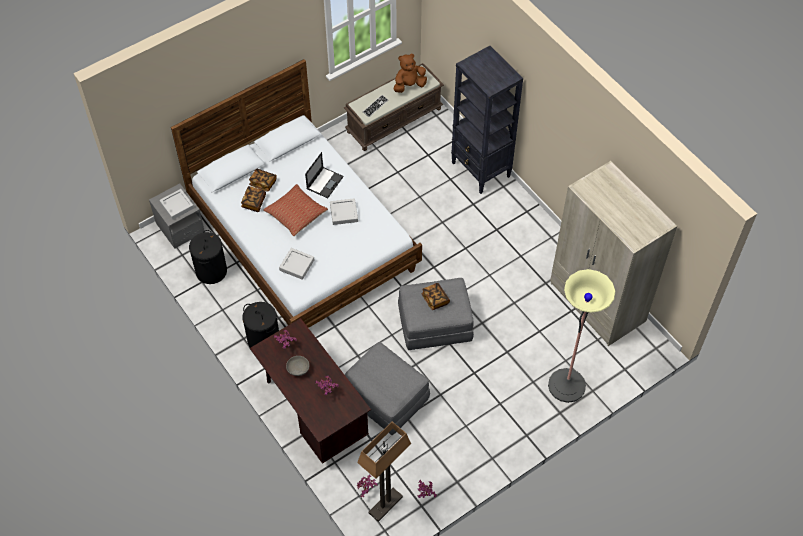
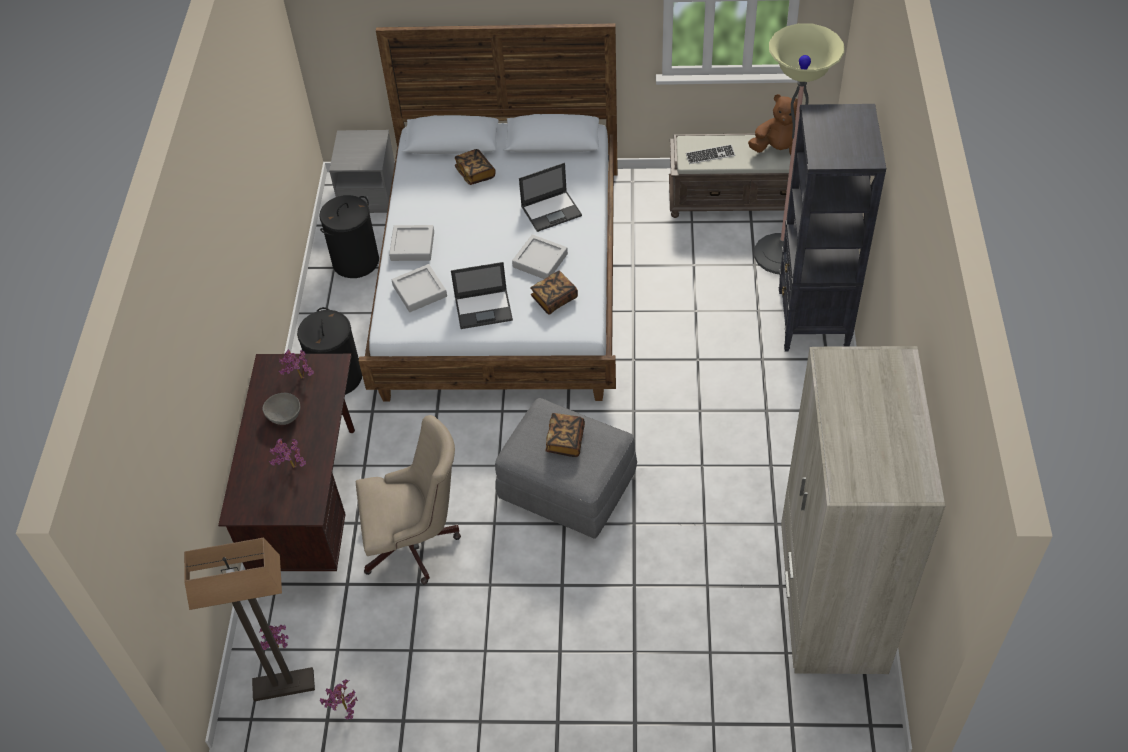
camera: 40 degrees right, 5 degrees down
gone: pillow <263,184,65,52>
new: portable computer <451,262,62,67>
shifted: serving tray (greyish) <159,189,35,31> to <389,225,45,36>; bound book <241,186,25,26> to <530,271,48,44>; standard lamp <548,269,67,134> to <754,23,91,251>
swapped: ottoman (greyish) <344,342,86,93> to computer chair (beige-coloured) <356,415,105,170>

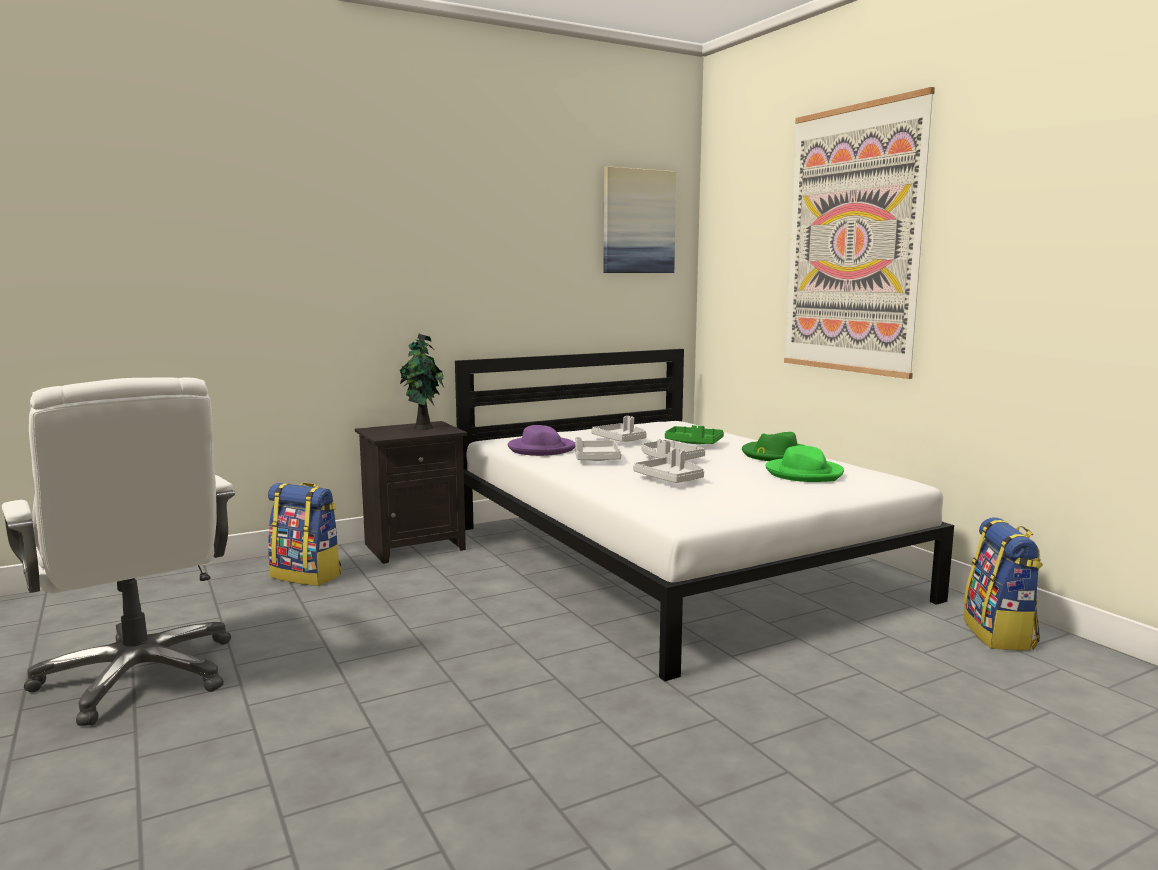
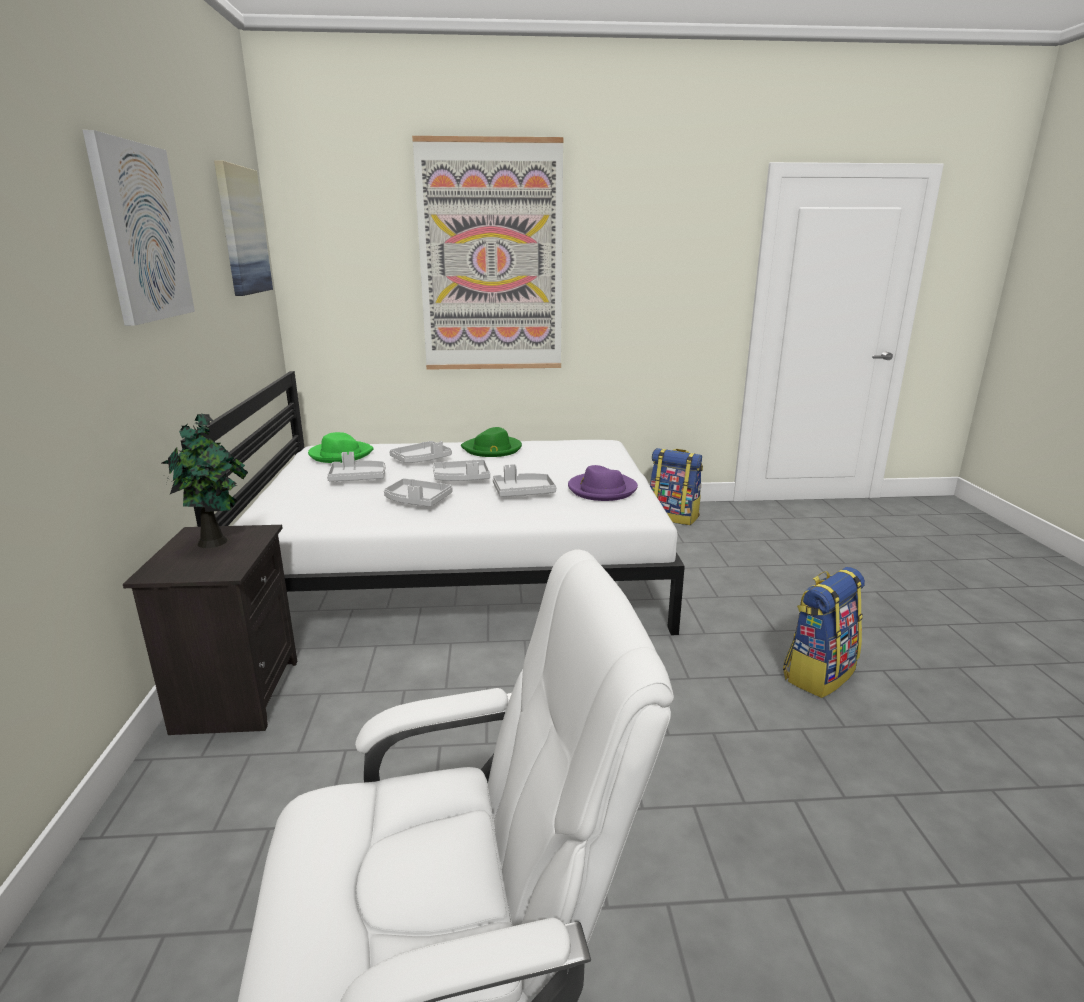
camera: 65 degrees left, 10 degrees up
new: wall picture <83,130,112,196>
shifted: knapsack <268,483,73,103> to <783,567,82,131>; hat (purple) <508,425,67,31> to <568,465,70,36>; hat (green-coloured) <766,445,78,37> to <308,432,66,31>
repainted: serving tray (green-coloured) <665,425,59,19> to serving tray (greyish) <389,441,63,22>

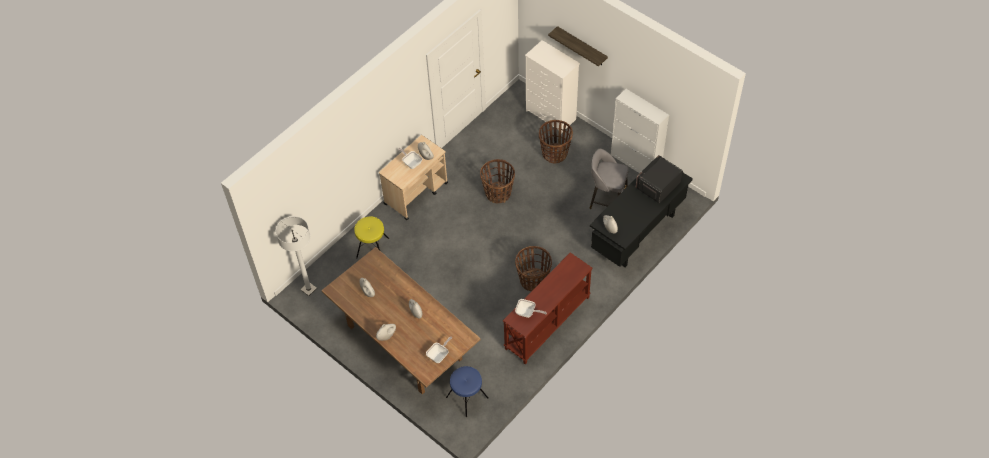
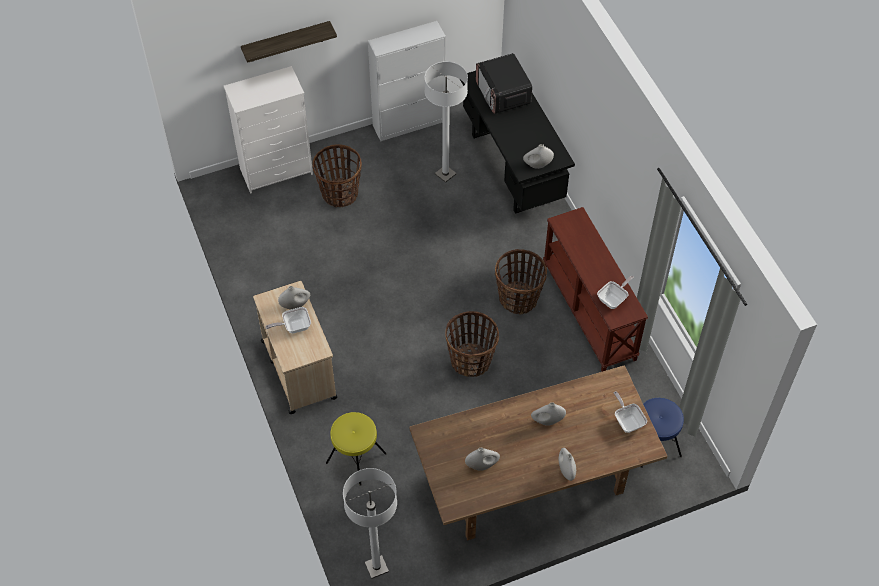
camera: 65 degrees left, 0 degrees up
shifted: household basket <480,159,35,45> to <445,311,54,66>
swapped: stool (greyish) <589,149,40,60> to standard lamp (whitish) <425,61,43,122>

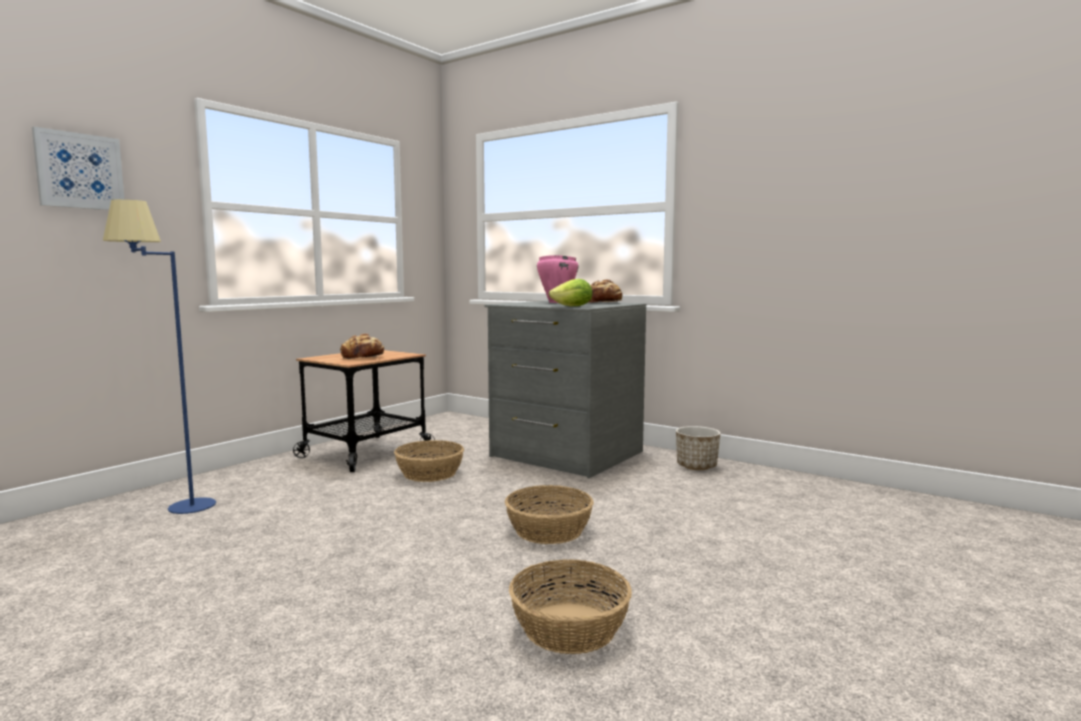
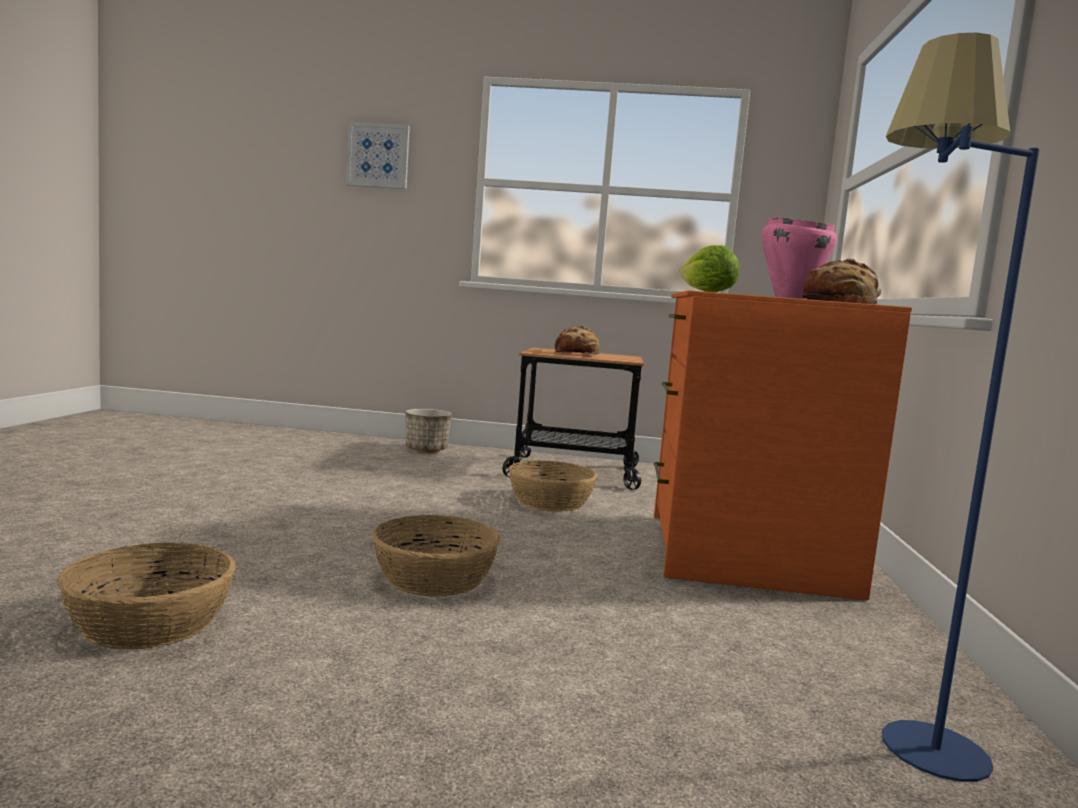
camera: 60 degrees right, 0 degrees up
shifted: standard lamp (blue-coloured) <103,199,113,315> to <882,33,158,749>; planter <676,426,44,44> to <405,409,46,44>
repainted: drawer chest (greyish) <485,300,162,178> to drawer chest (orangey) <654,290,258,311>

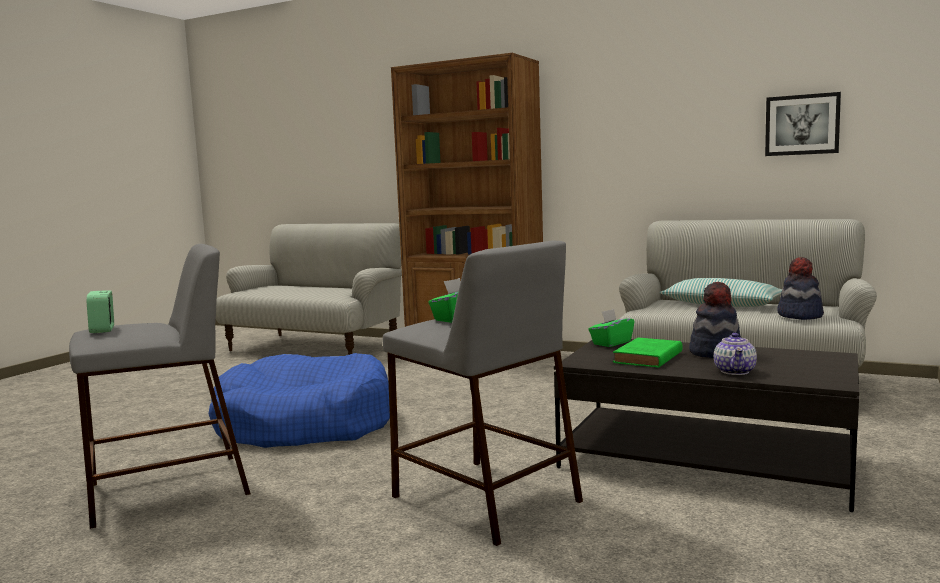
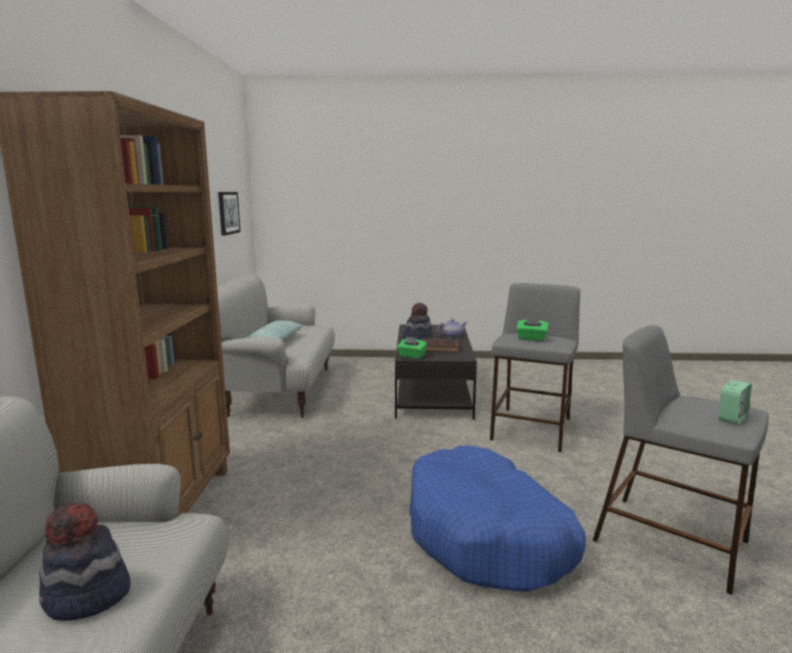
camera: 115 degrees left, 5 degrees up
shifted: hat <777,257,47,63> to <39,502,91,119>
repainted: bound book (green-coloured) <613,338,70,30> to bound book (brown-coloured) <422,338,38,14>

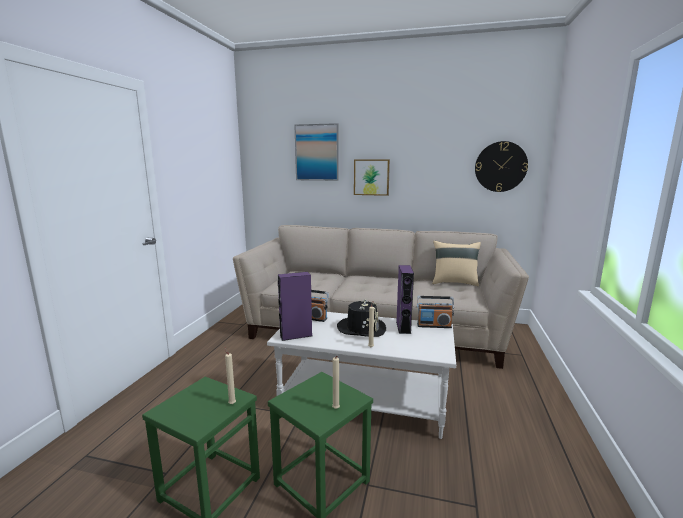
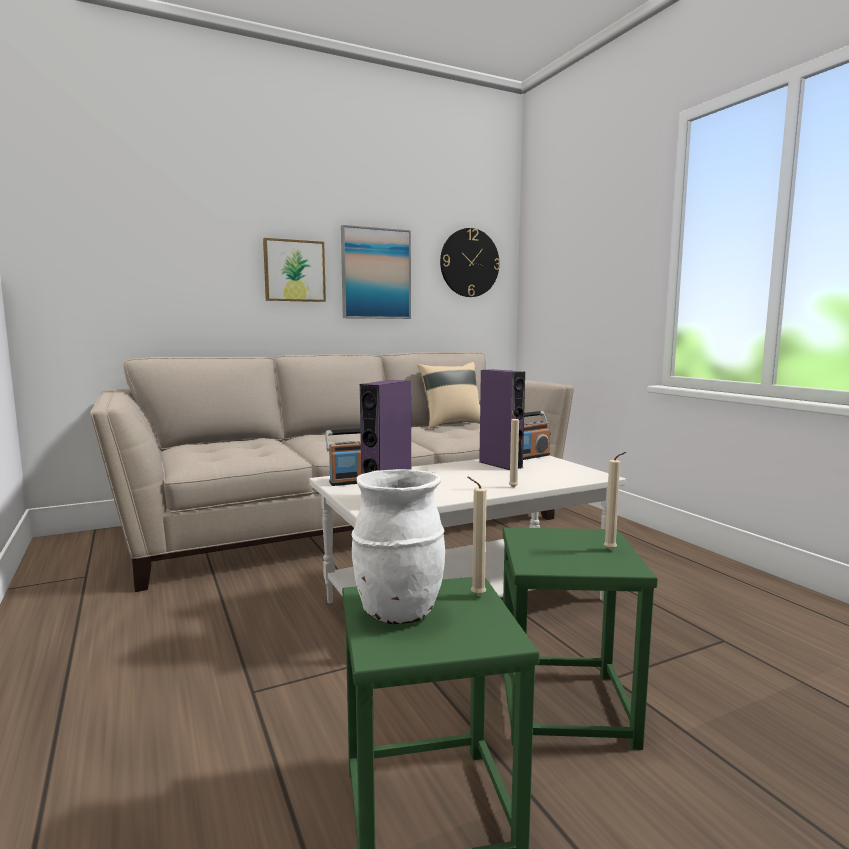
camera: 40 degrees left, 5 degrees down
gone: hat (black-coloured) <337,300,49,37>
new: vase (whitish) <352,469,93,155>
shifted: wall picture <294,123,45,58> to <341,225,70,94>

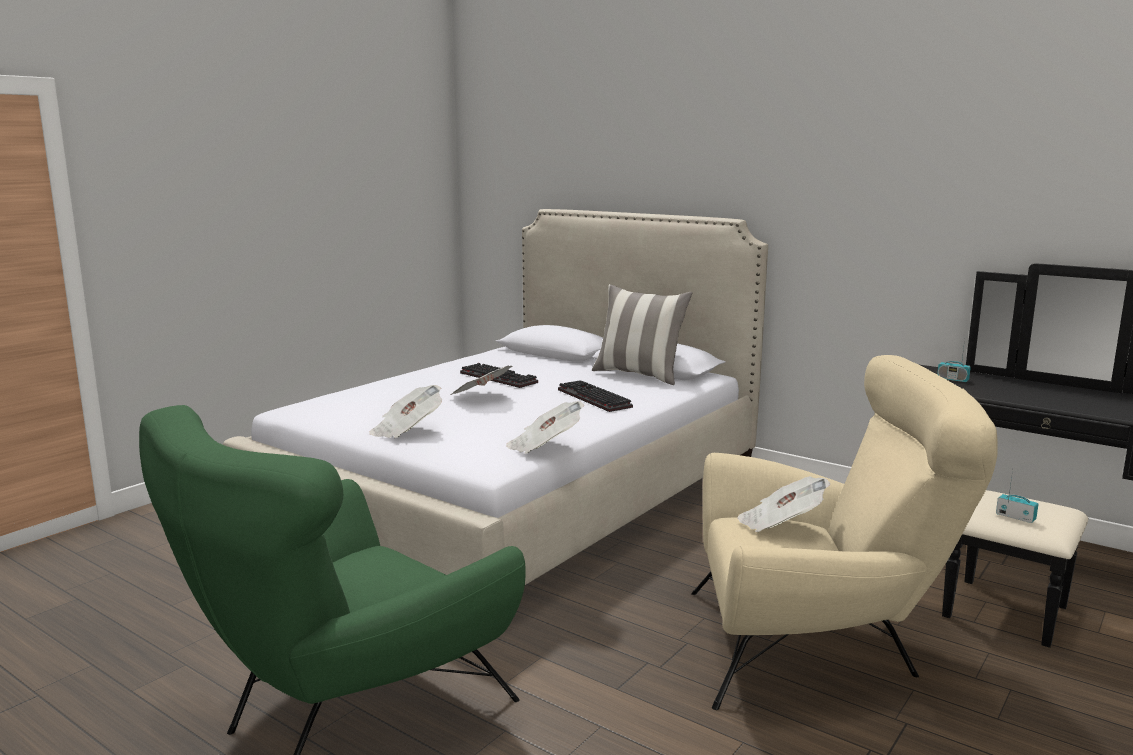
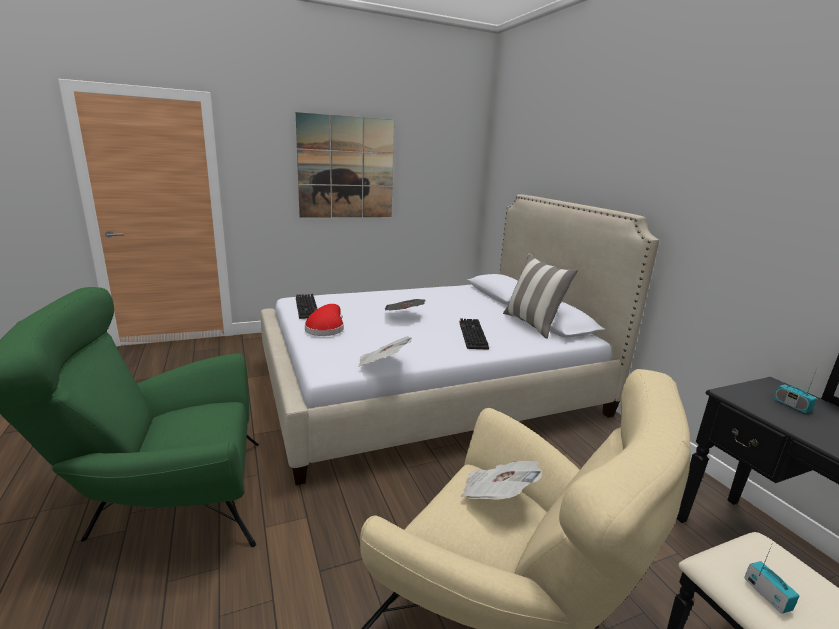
camera: 30 degrees right, 5 degrees up
new: wall picture <296,112,98,106>
shifted: keyboard <460,363,78,25> to <296,294,21,25>
swapped: printed paper <369,385,73,53> to hat (red-coloured) <305,304,39,32>

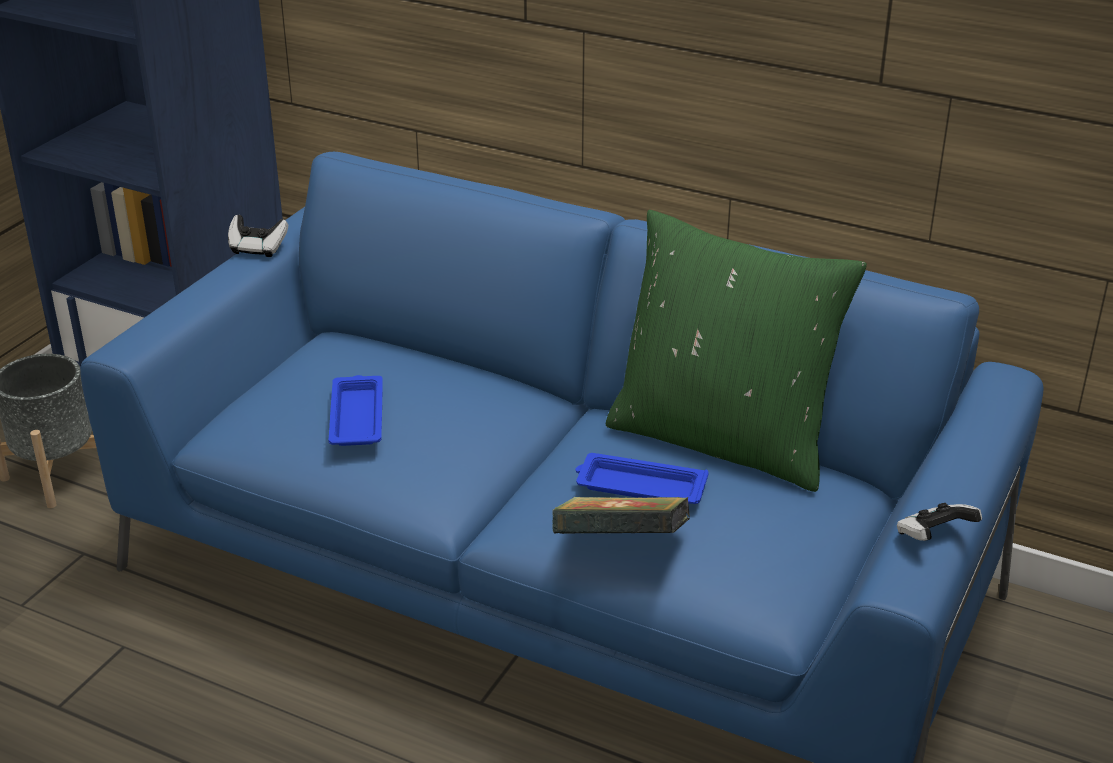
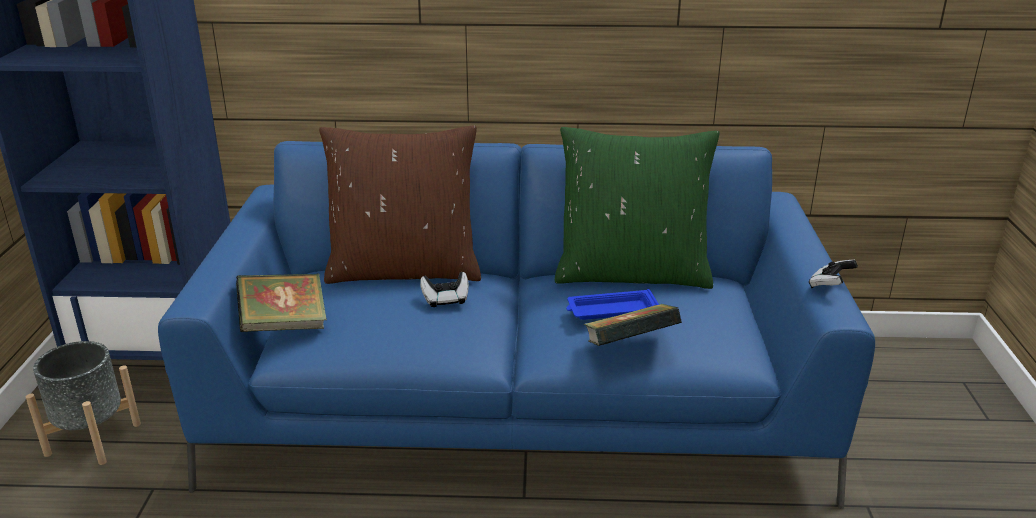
camera: 25 degrees left, 5 degrees down
gone: serving tray (blue-coloured) <329,375,54,71>
new: bound book <236,273,91,59>; pillow (brown-coloured) <319,125,162,159>
shifted: joypad <228,215,60,42> to <420,272,49,35>

